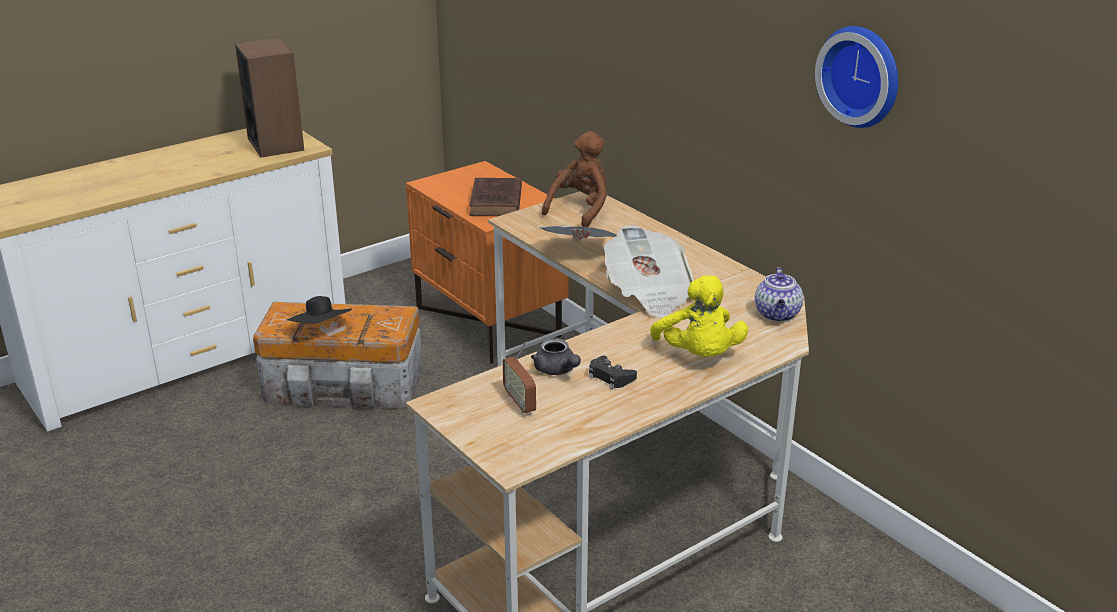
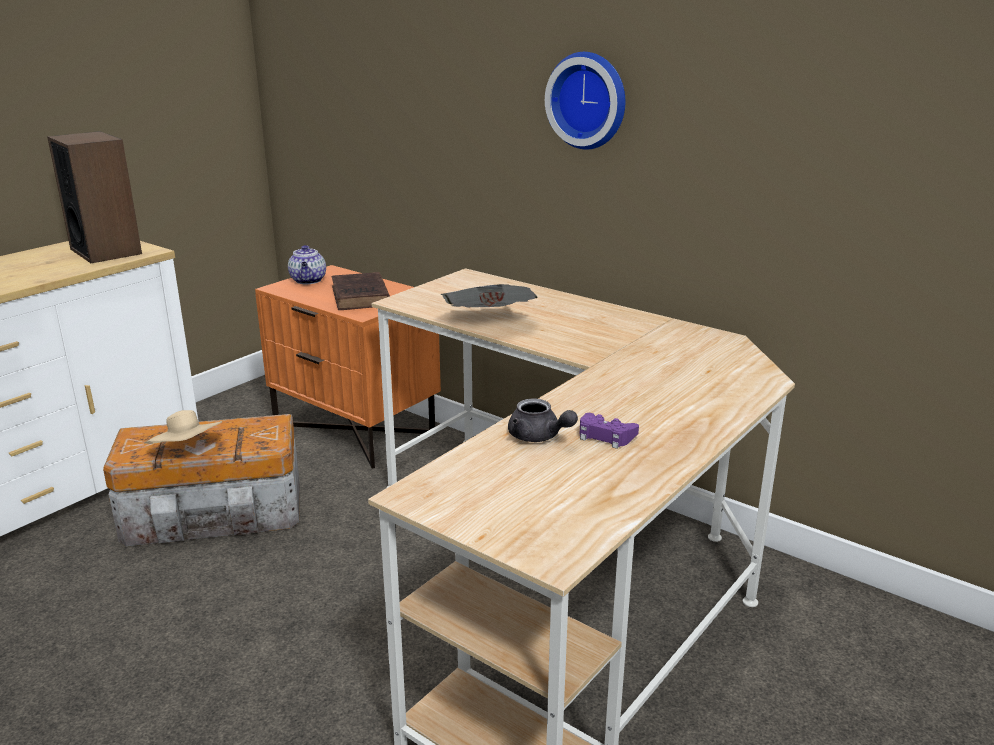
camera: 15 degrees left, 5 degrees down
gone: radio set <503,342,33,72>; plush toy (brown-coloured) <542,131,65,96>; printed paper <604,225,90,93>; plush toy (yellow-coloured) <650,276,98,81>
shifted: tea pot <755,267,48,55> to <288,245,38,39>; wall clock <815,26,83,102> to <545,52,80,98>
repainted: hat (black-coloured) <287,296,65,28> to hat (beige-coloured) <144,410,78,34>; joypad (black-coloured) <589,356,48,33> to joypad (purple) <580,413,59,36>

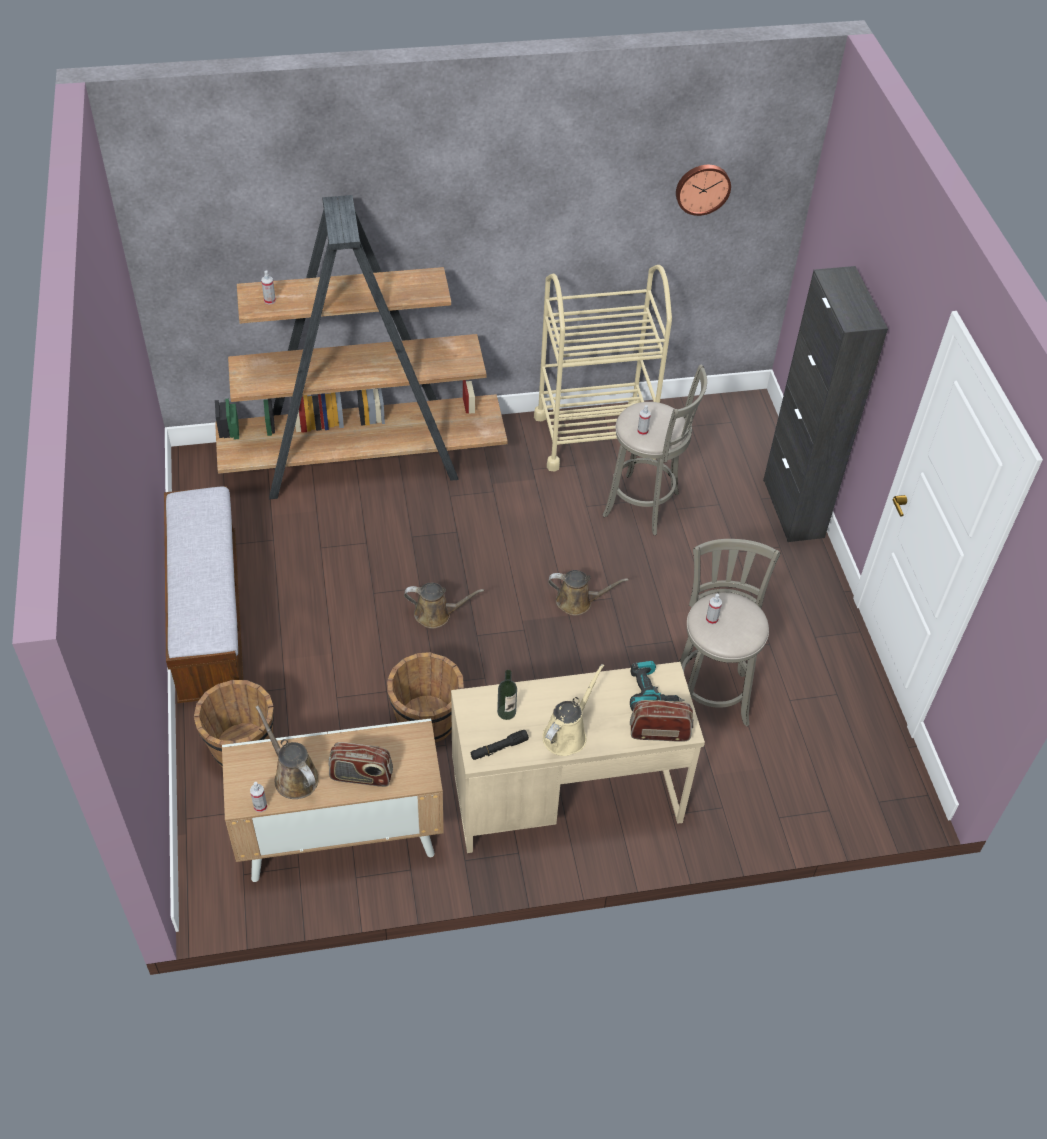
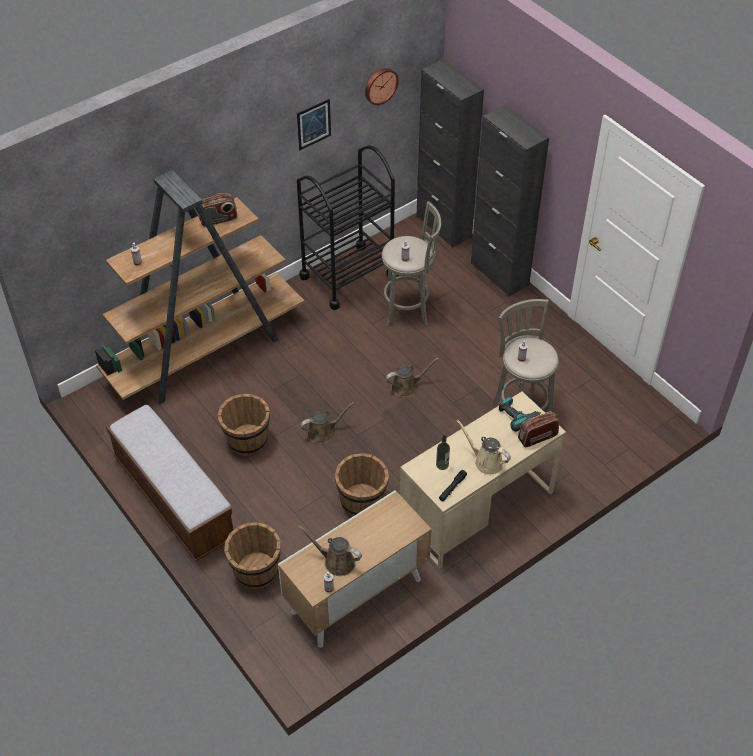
camera: 25 degrees left, 0 degrees up
new: water bucket (brown-coloured) <218,394,52,62>; wall picture <297,99,34,51>; cabinet (black-coloured) <417,59,67,189>
shifted: radio set <328,742,65,45> to <198,193,39,34>
repainted: wheeled cart (beige-coloured) <534,265,138,207> to wheeled cart (black-coloured) <297,145,100,165>
rotated: watering pot (beige-coloured) <542,664,62,92> = <457,420,54,55> 60 degrees counterclockwise

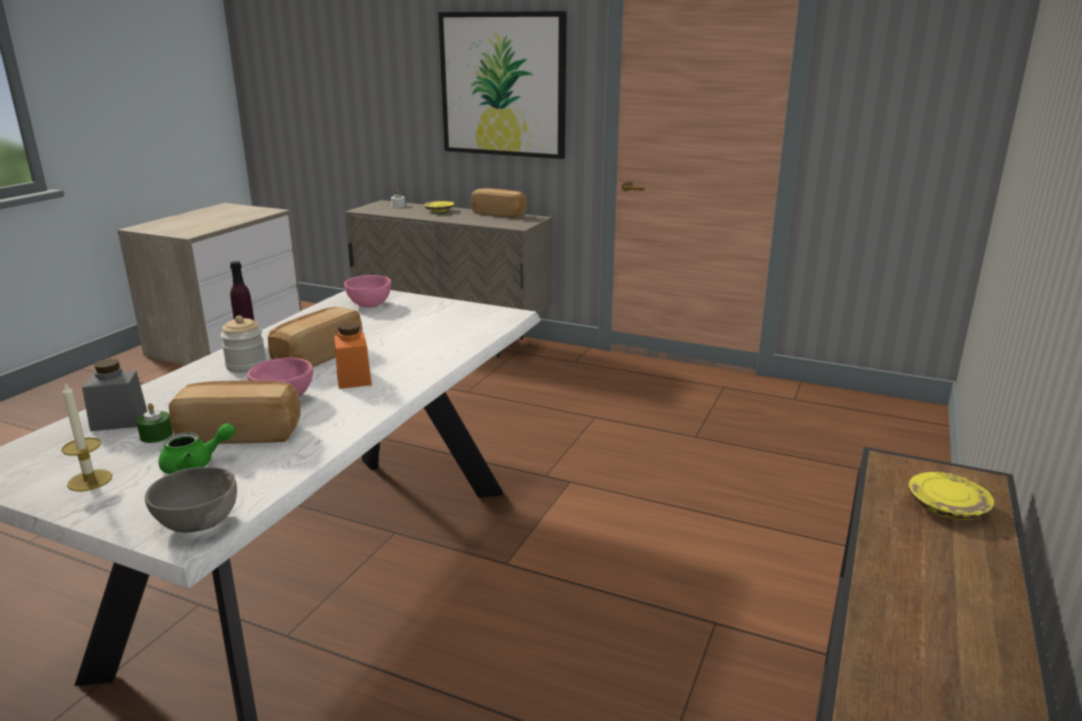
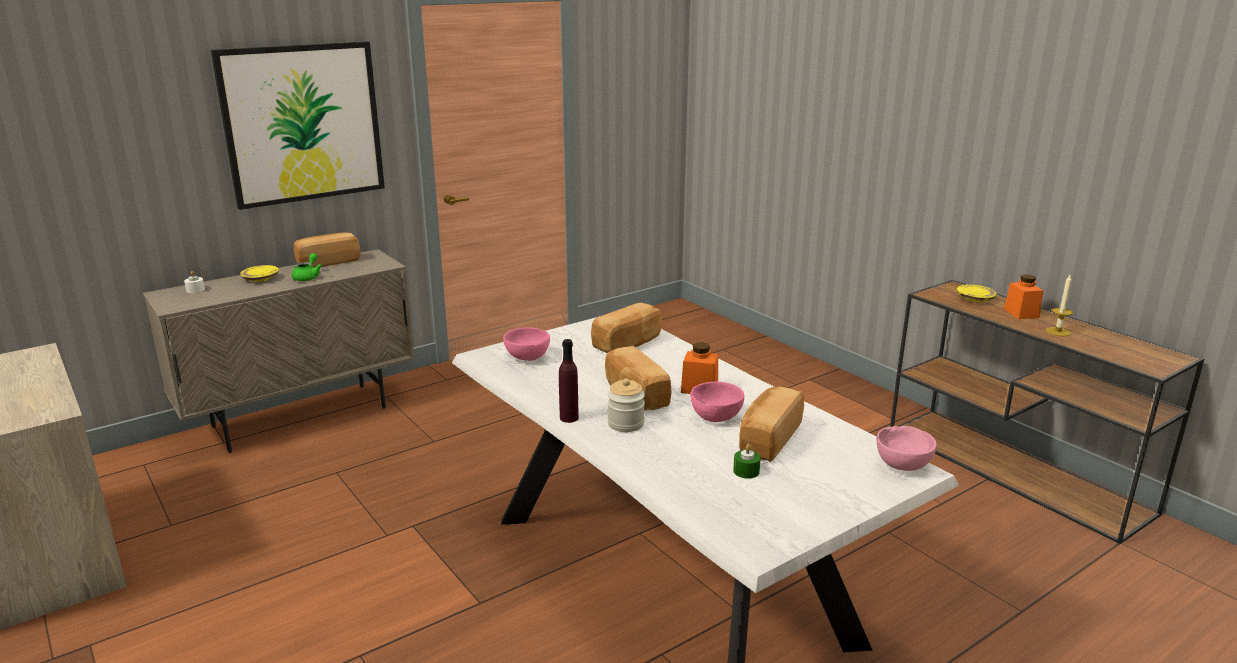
camera: 60 degrees left, 0 degrees up
gone: jar (greyish) <82,359,65,72>
new: bakery bread <591,303,71,50>; jar (orangey) <1004,274,39,45>
shifted: wax candle <61,382,51,109> to <1046,275,27,61>; tea pot (green-coloured) <159,423,76,51> to <292,253,30,28>
repainted: serving bowl (greyish) <145,467,92,65> to serving bowl (pink-coloured) <877,426,60,45>

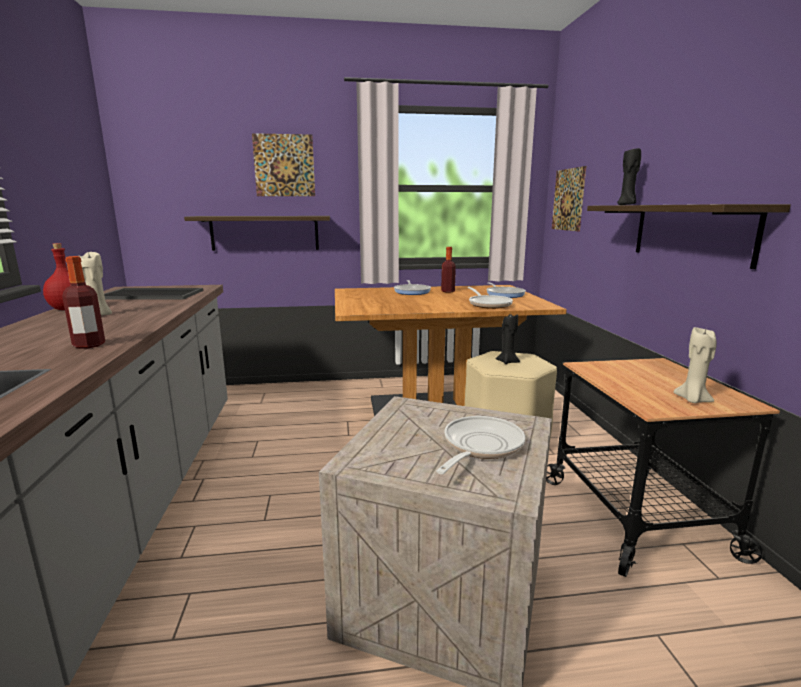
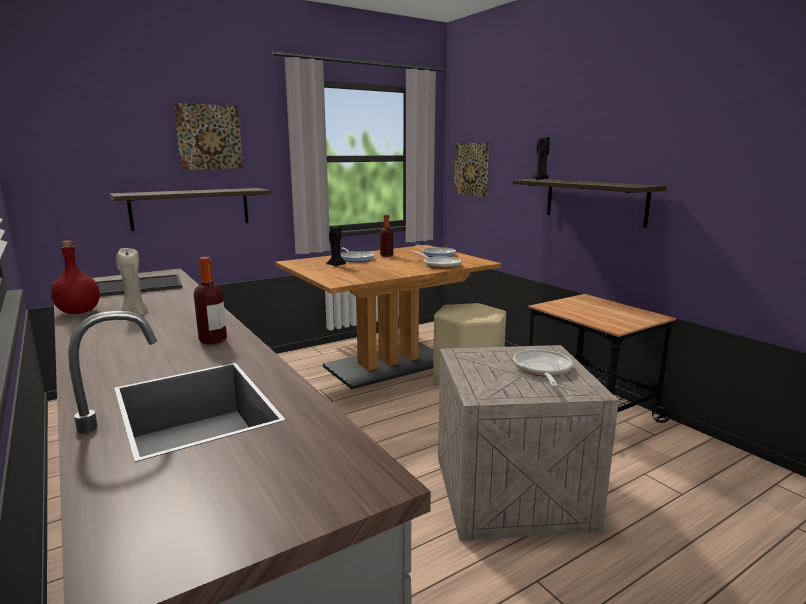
camera: 25 degrees left, 0 degrees up
gone: wax candle (beige-coloured) <673,327,44,76>
shifted: wax candle (black-coloured) <496,314,24,50> to <326,225,20,41>

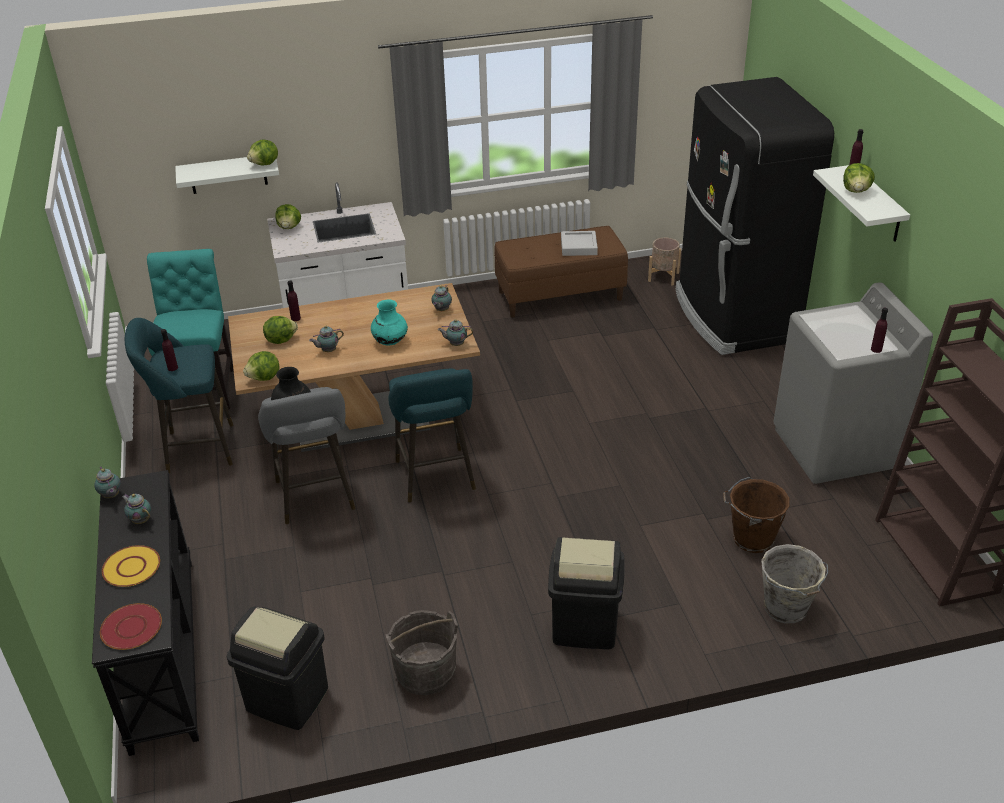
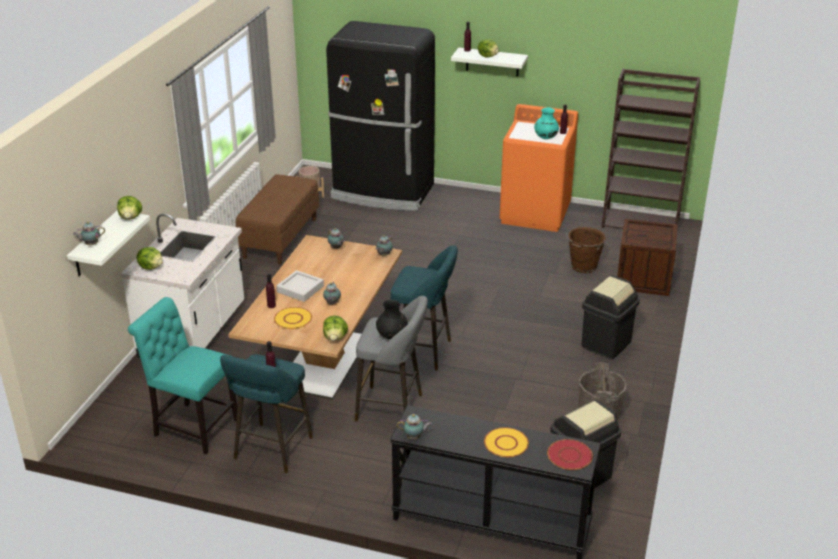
camera: 60 degrees left, 5 degrees down
shifted: tea pot <122,494,29,30> to <73,222,32,23>; vase (turquoise) <371,300,37,46> to <534,108,25,31>; serving tray (greyish) <561,231,37,25> to <276,270,48,32>
swapped: lettuce <263,316,35,28> to flat dish (yellow-coloured) <274,307,38,22>; water bucket (greyish) <761,544,67,80> to shipping crate <617,219,61,77>
repainted: laundry machine (greyish) <773,282,160,202> to laundry machine (orangey) <499,104,79,128>

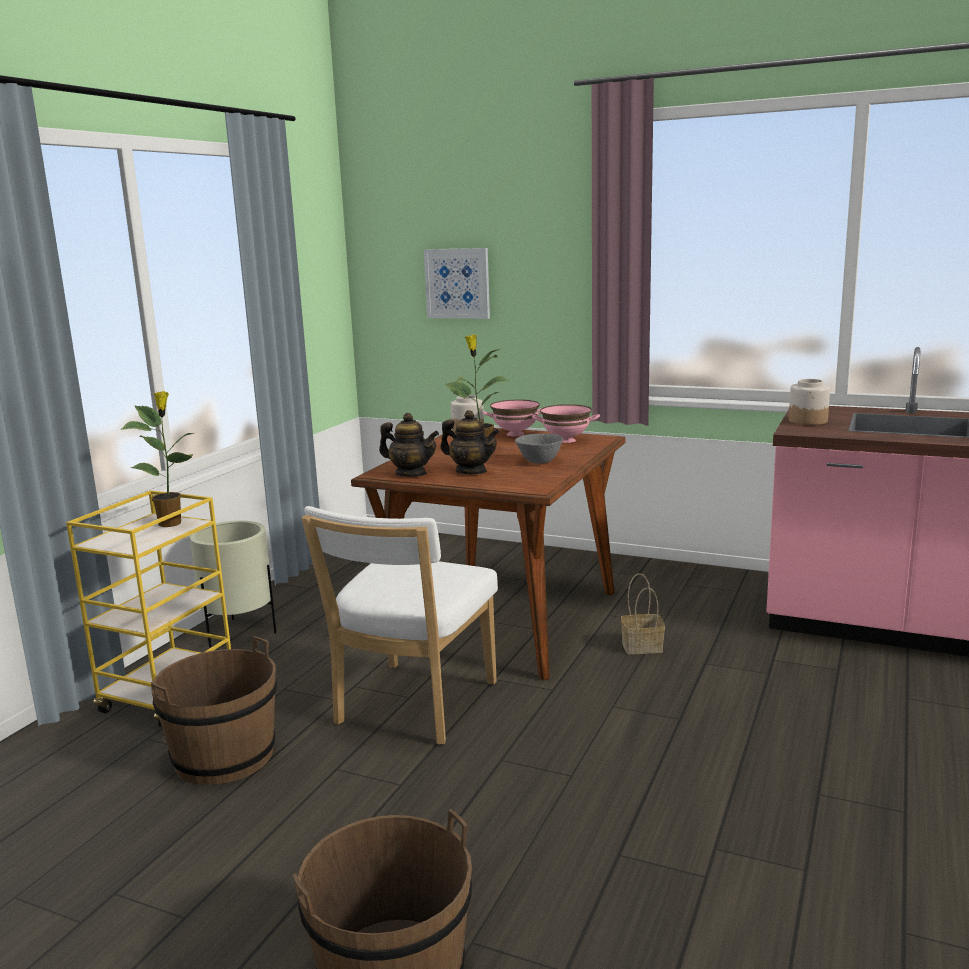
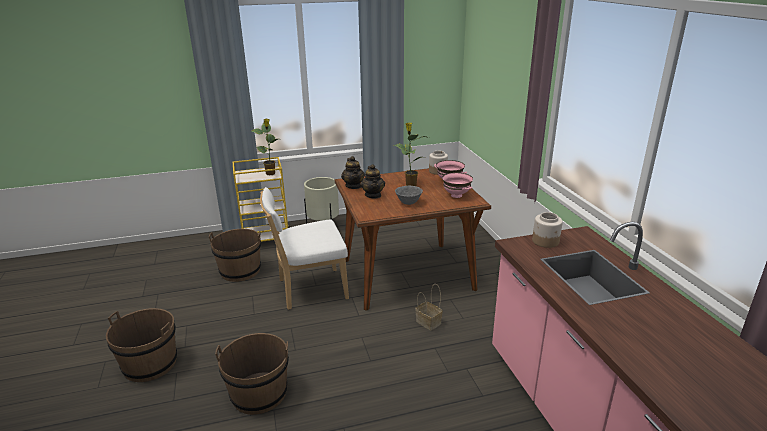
camera: 50 degrees right, 10 degrees up
gone: wall picture <424,248,66,71>
new: water bucket (brown-coloured) <215,333,74,82>

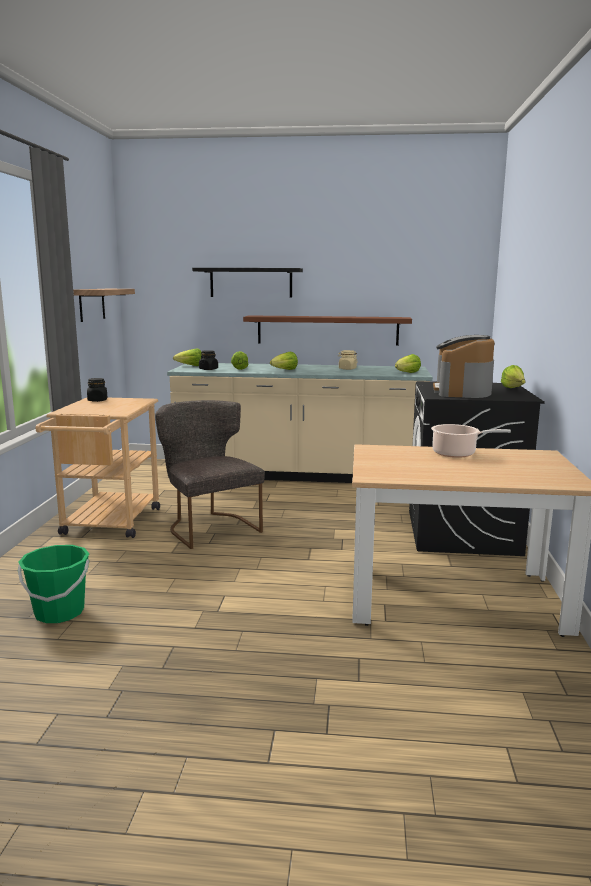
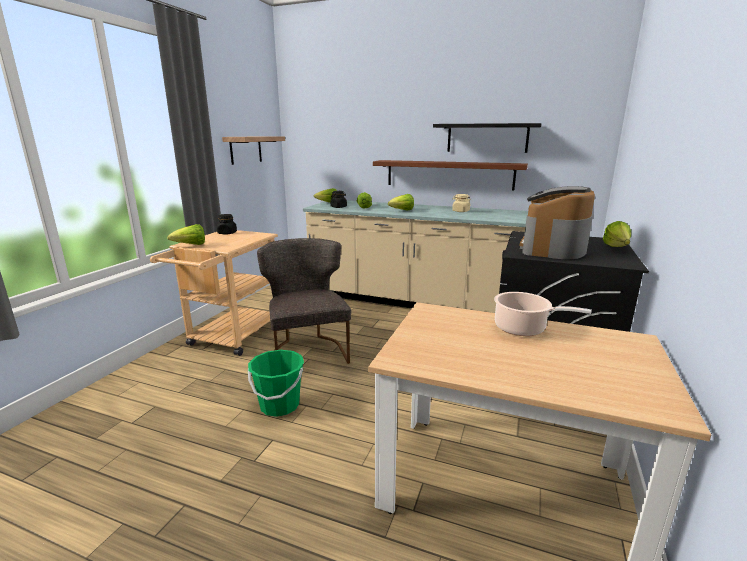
camera: 15 degrees right, 5 degrees up
shifted: water bucket (green-coloured) <18,545,71,78> to <248,350,56,67>; bracket shelf (black-coloured) <192,268,111,30> to <433,123,109,30>; lettuce <395,354,26,19> to <167,224,38,21>

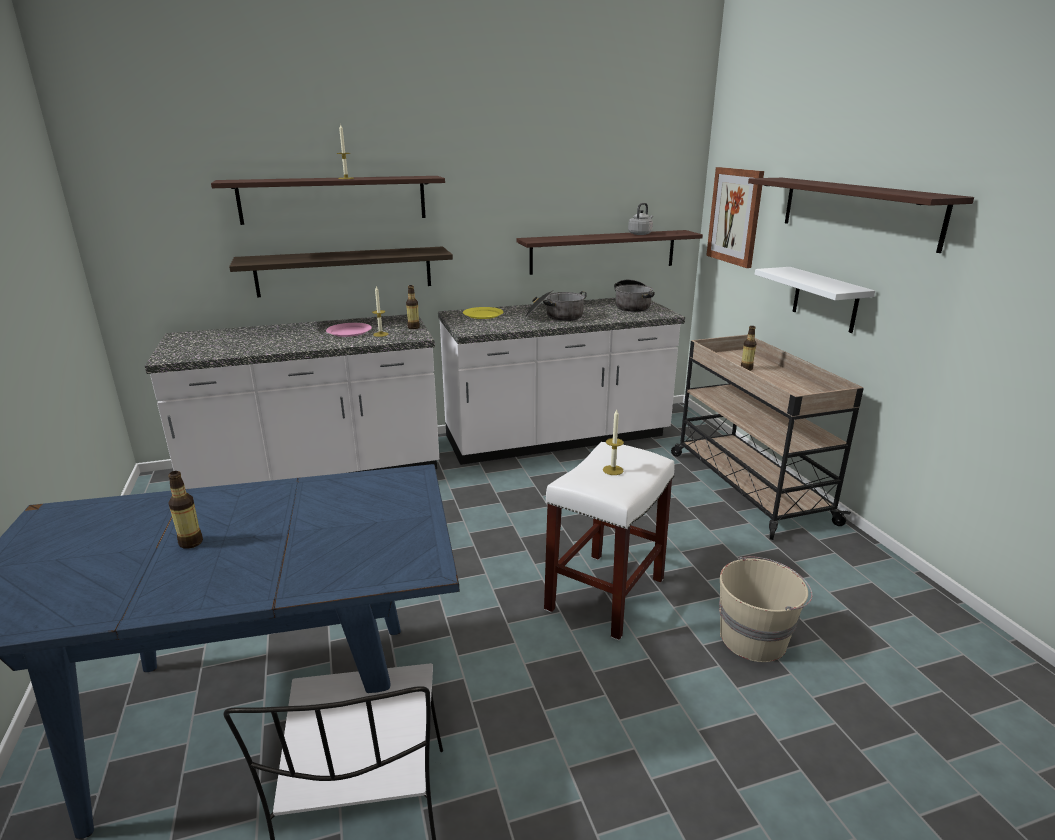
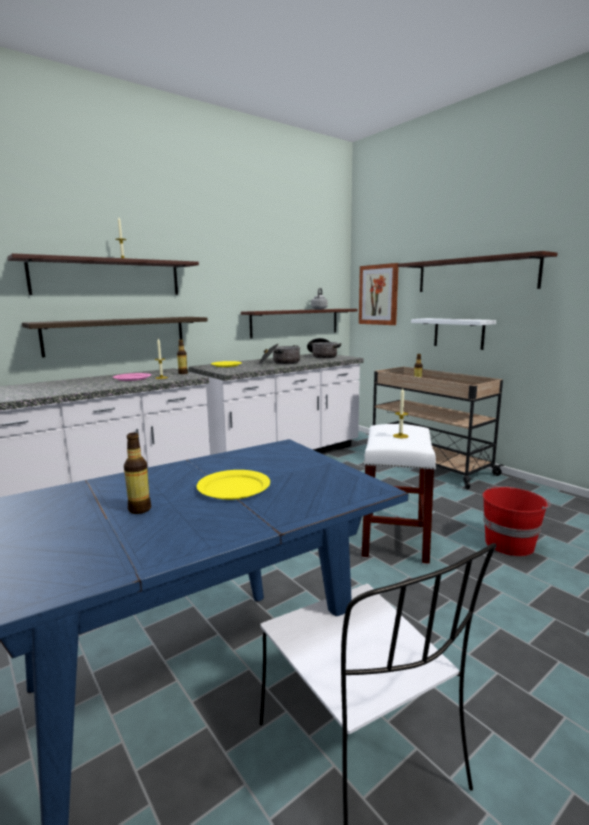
camera: 20 degrees left, 10 degrees down
new: flat dish (yellow-coloured) <197,470,73,30>
repainted: water bucket (beige-coloured) <719,556,94,106> to water bucket (red-coloured) <483,486,68,70>

